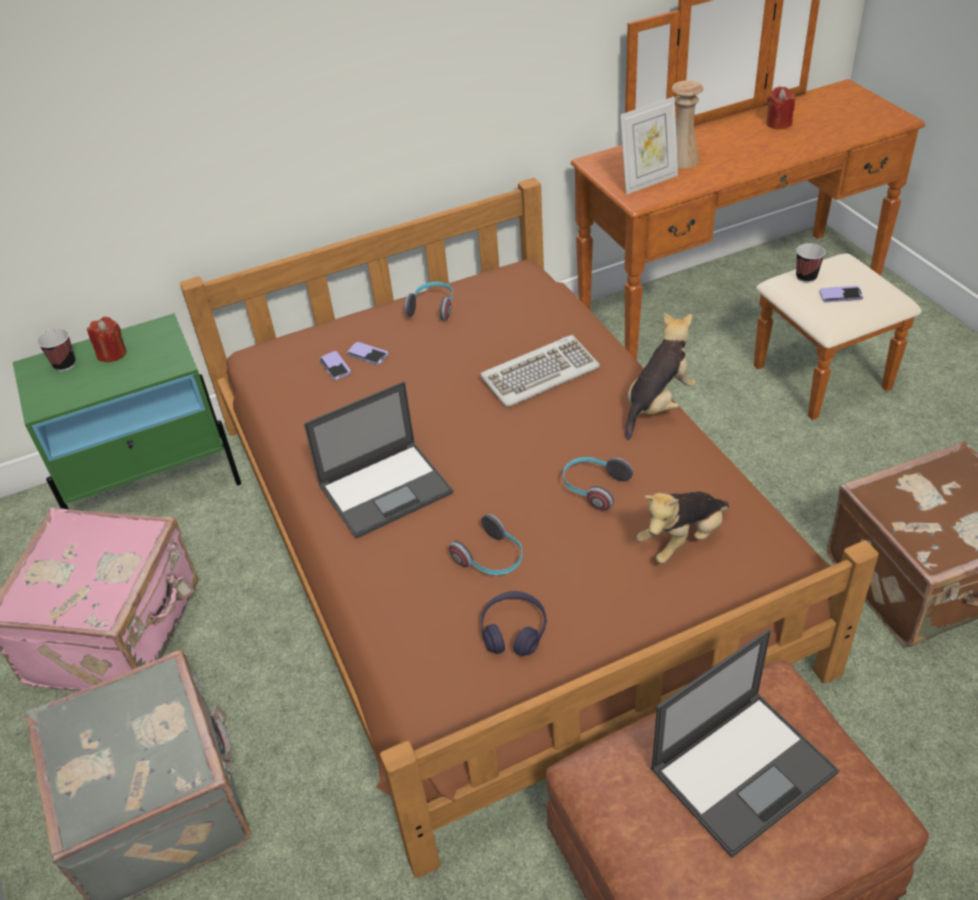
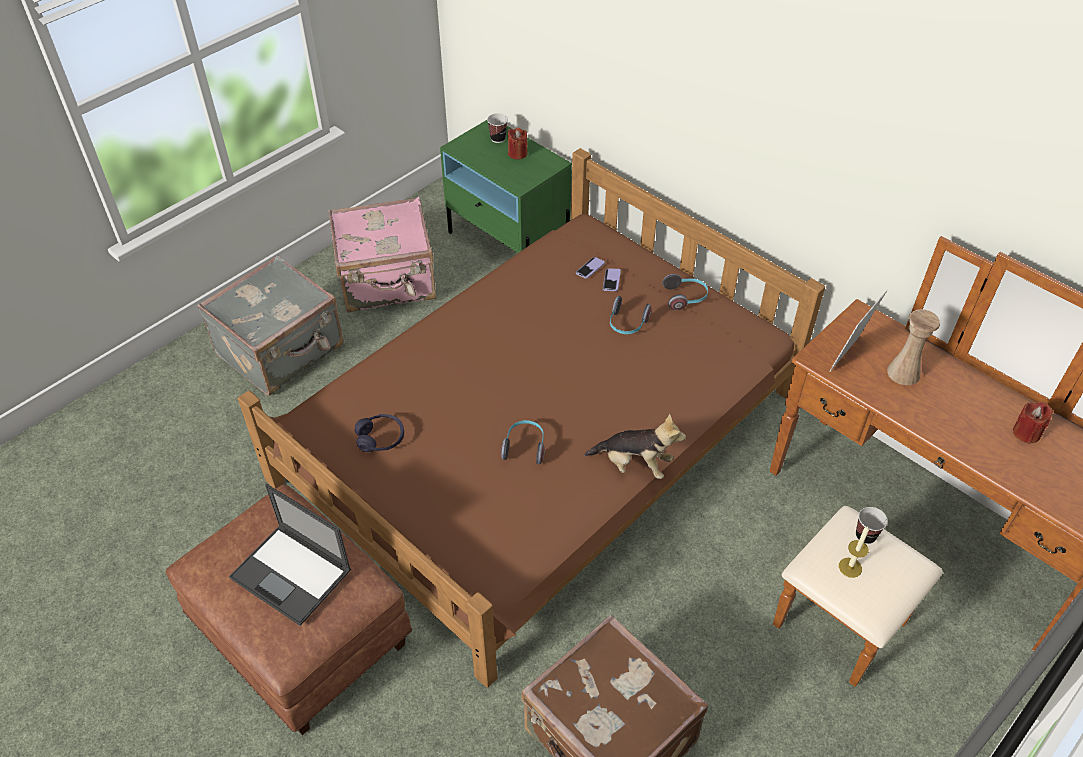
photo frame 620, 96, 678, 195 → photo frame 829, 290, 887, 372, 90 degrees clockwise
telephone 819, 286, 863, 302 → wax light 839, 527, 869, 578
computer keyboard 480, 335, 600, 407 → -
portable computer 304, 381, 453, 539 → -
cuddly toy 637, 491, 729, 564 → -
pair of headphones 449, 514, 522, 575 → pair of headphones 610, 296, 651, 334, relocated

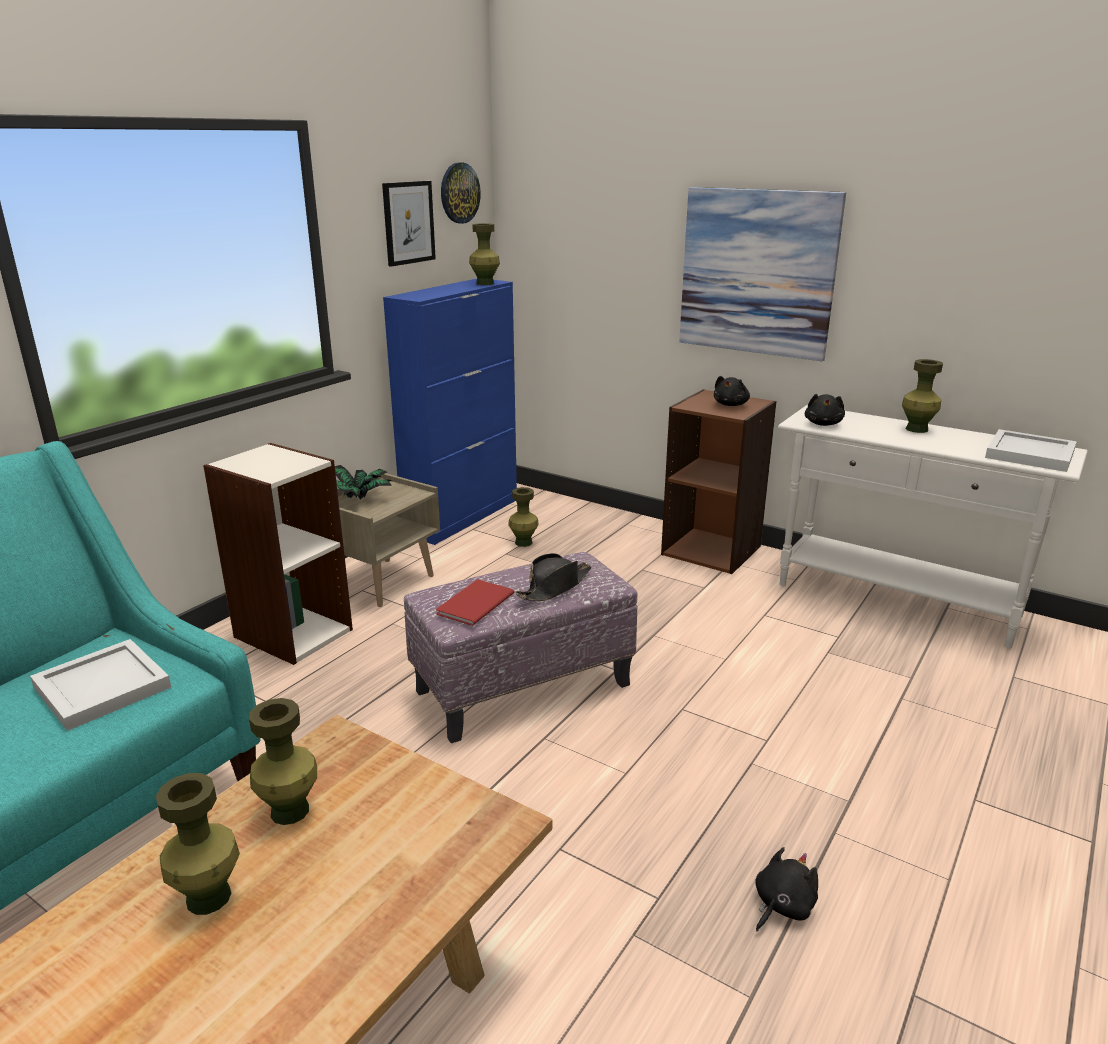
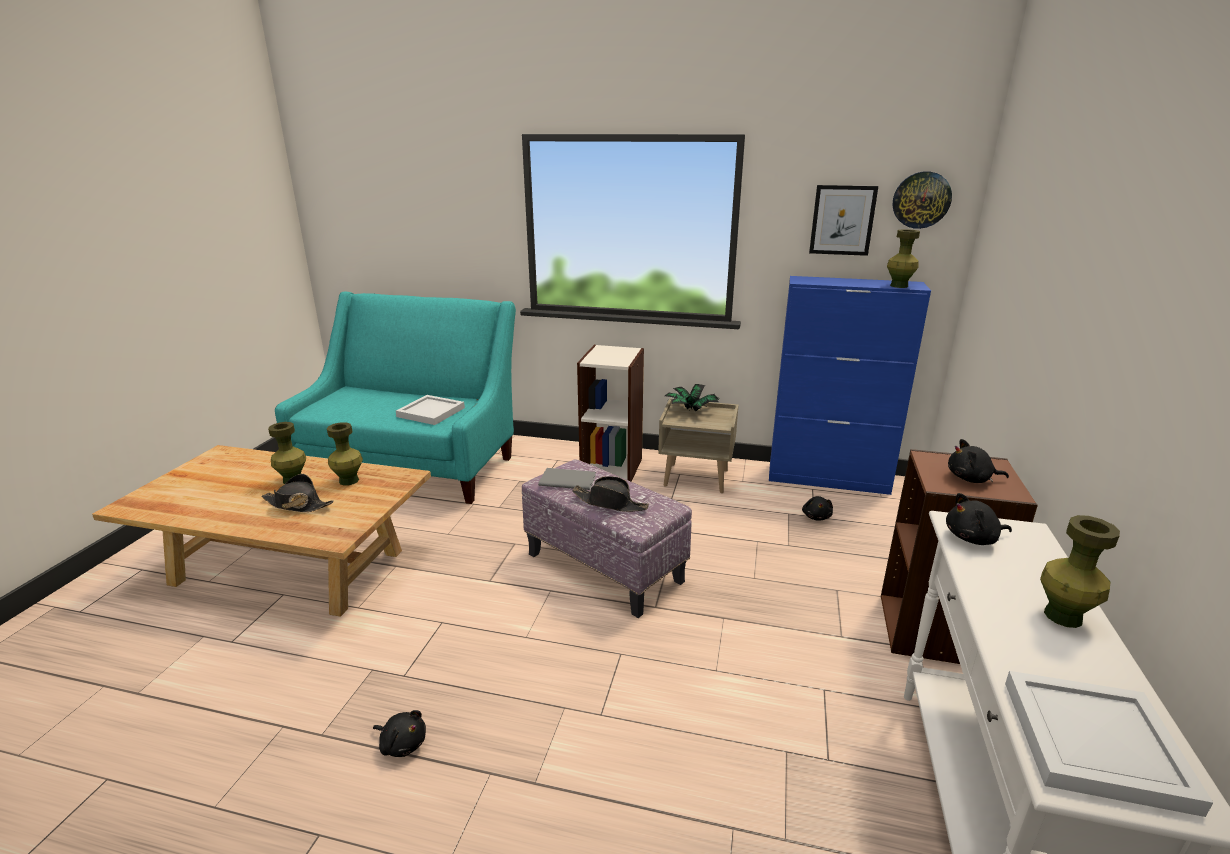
picture 679, 187, 846, 361 → -
decorative vase/greenish 508, 487, 539, 547 → cuddly toy/black 802, 496, 833, 521
volume/red 436, 580, 514, 626 → volume/grey 538, 468, 596, 490
- → hat/black 262, 474, 334, 512

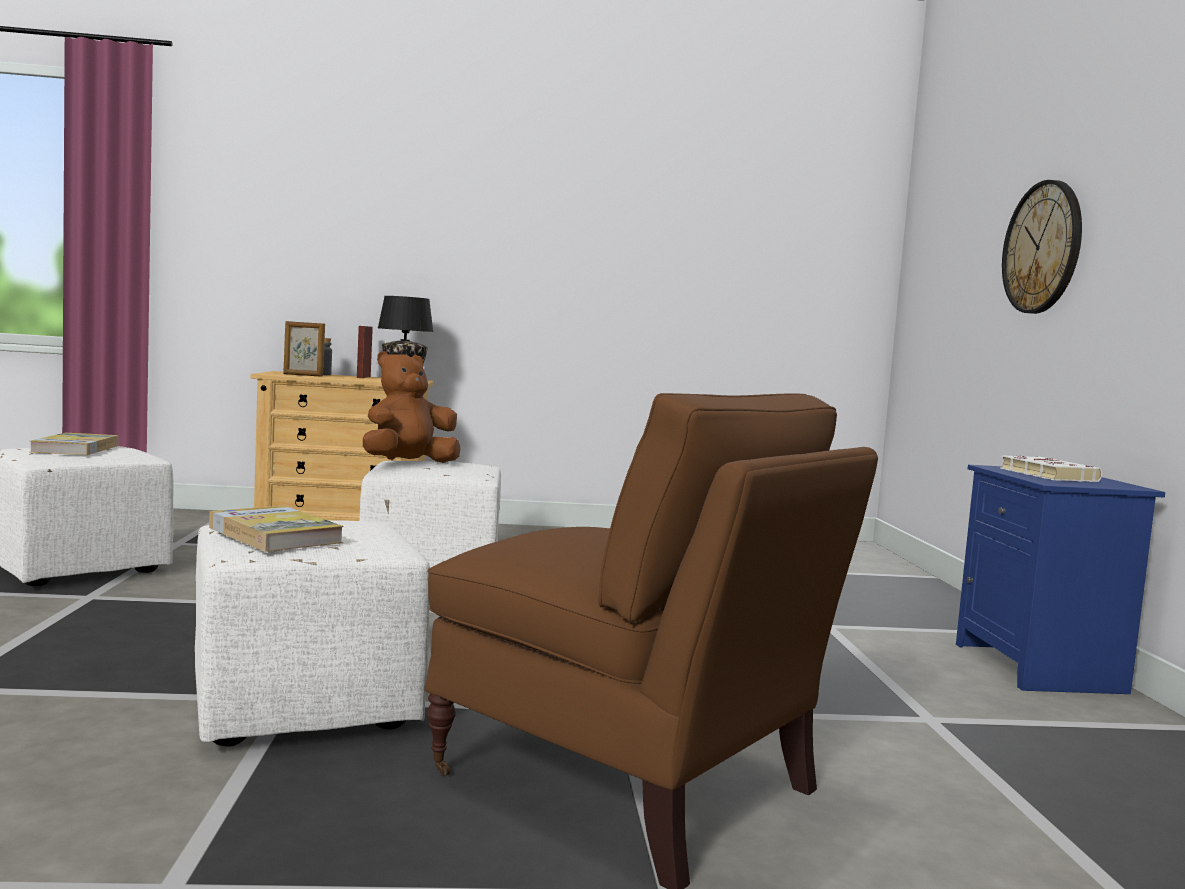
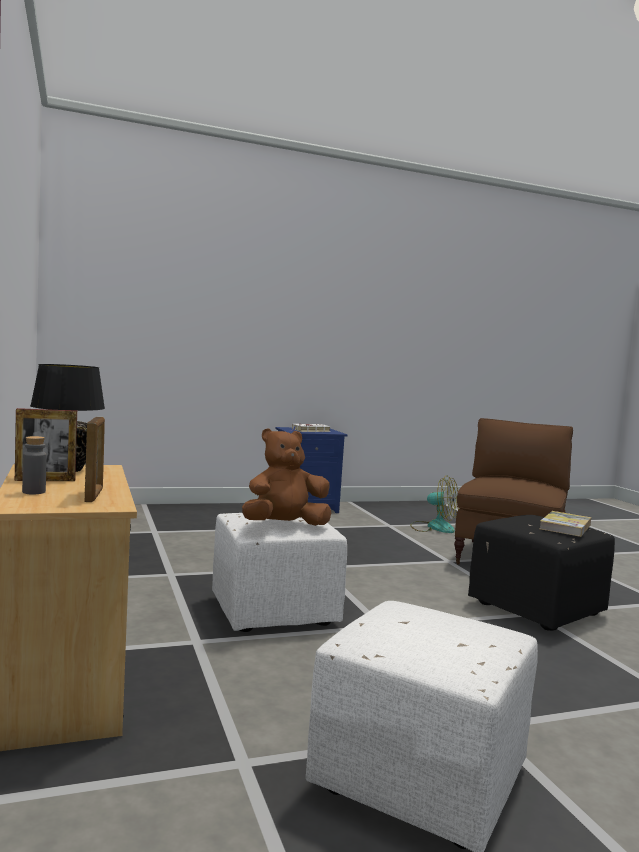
wall clock 1002, 180, 1082, 314 → -
cuddly toy/brown-coloured 363, 351, 460, 463 → cuddly toy/brown-coloured 242, 428, 331, 526, 120 degrees clockwise
volume 30, 433, 119, 455 → -
ottoman/white 195, 520, 430, 746 → ottoman/black 468, 515, 615, 631
- → fan 410, 476, 459, 533

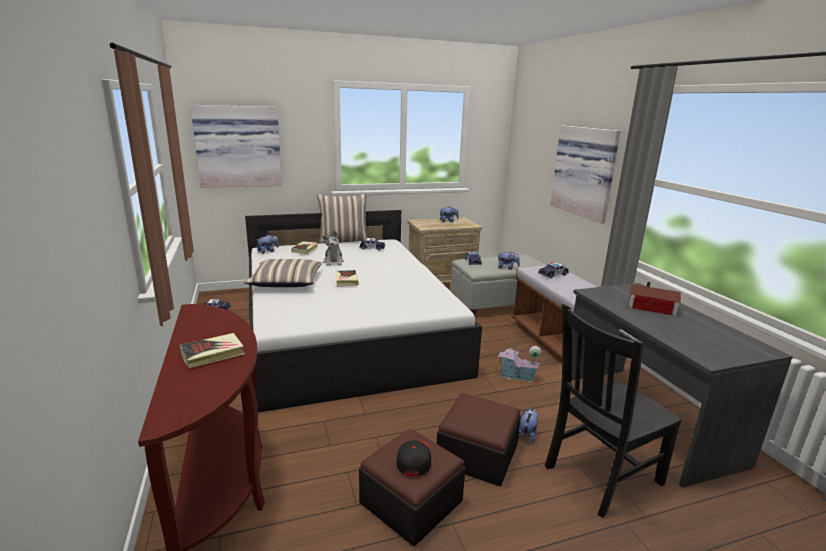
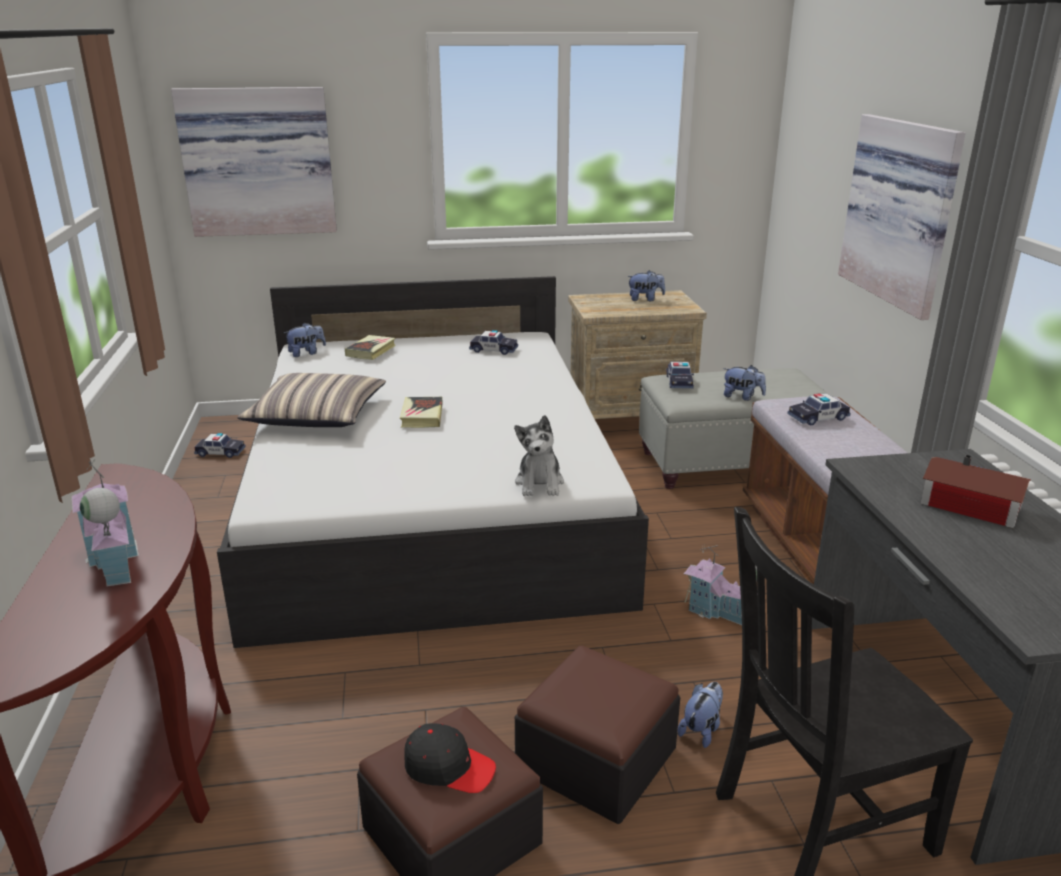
throw pillow 317, 194, 368, 244 → -
cuddly toy 322, 231, 344, 266 → cuddly toy 514, 415, 564, 496, relocated
volume 180, 333, 245, 368 → miniature house 72, 459, 139, 586
cap/black 396, 440, 431, 476 → cap/black 404, 723, 496, 793, 90 degrees clockwise

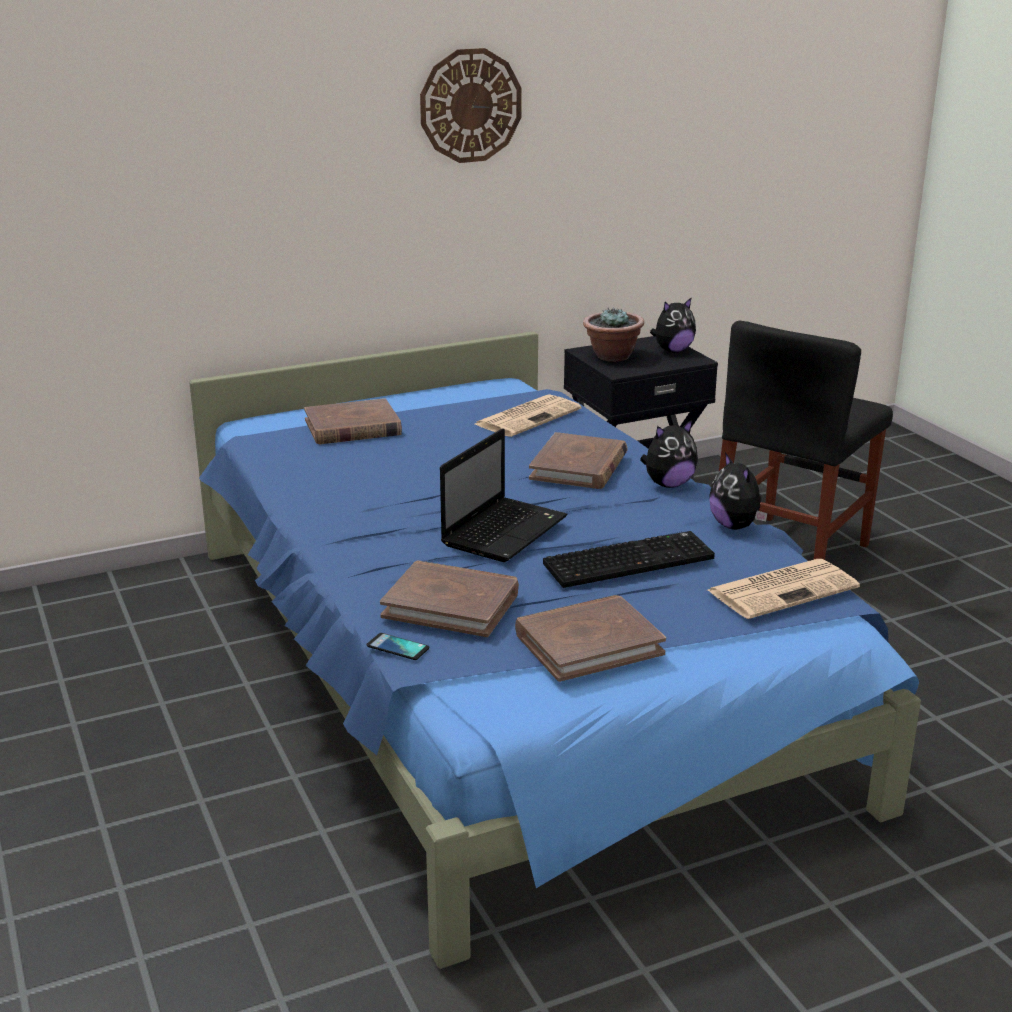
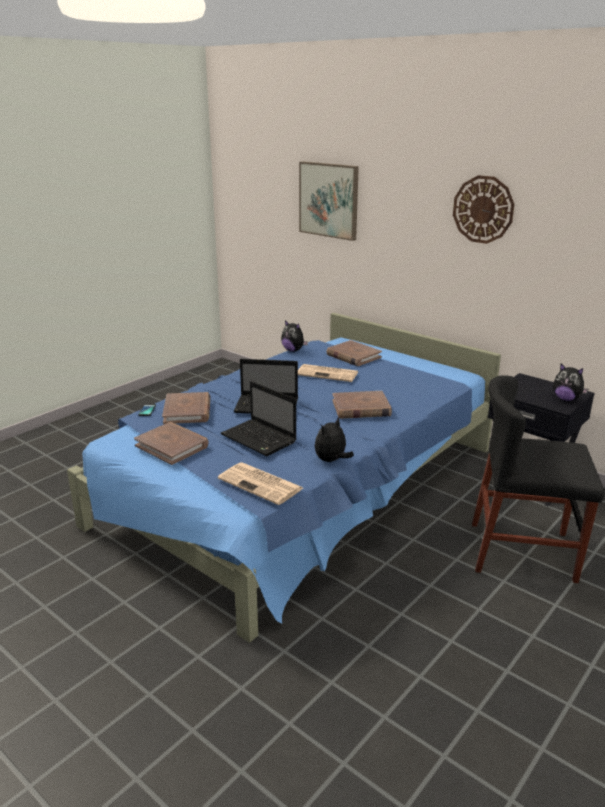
plant in a pot 583, 307, 644, 362 → -
printed paper 475, 394, 581, 437 → printed paper 298, 364, 358, 382, relocated
cuddly toy 640, 420, 698, 488 → cuddly toy 281, 320, 308, 352, relocated
computer keyboard 543, 531, 715, 588 → portable computer 221, 381, 297, 456
- → picture 299, 161, 359, 241

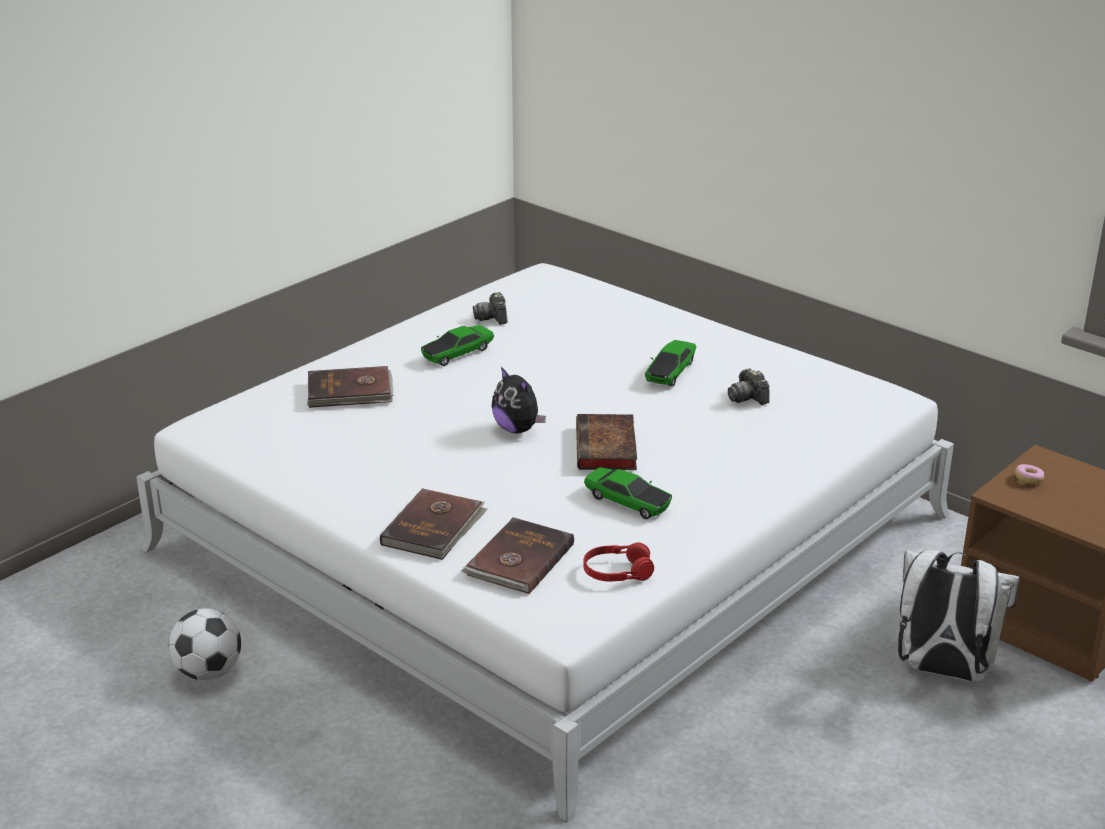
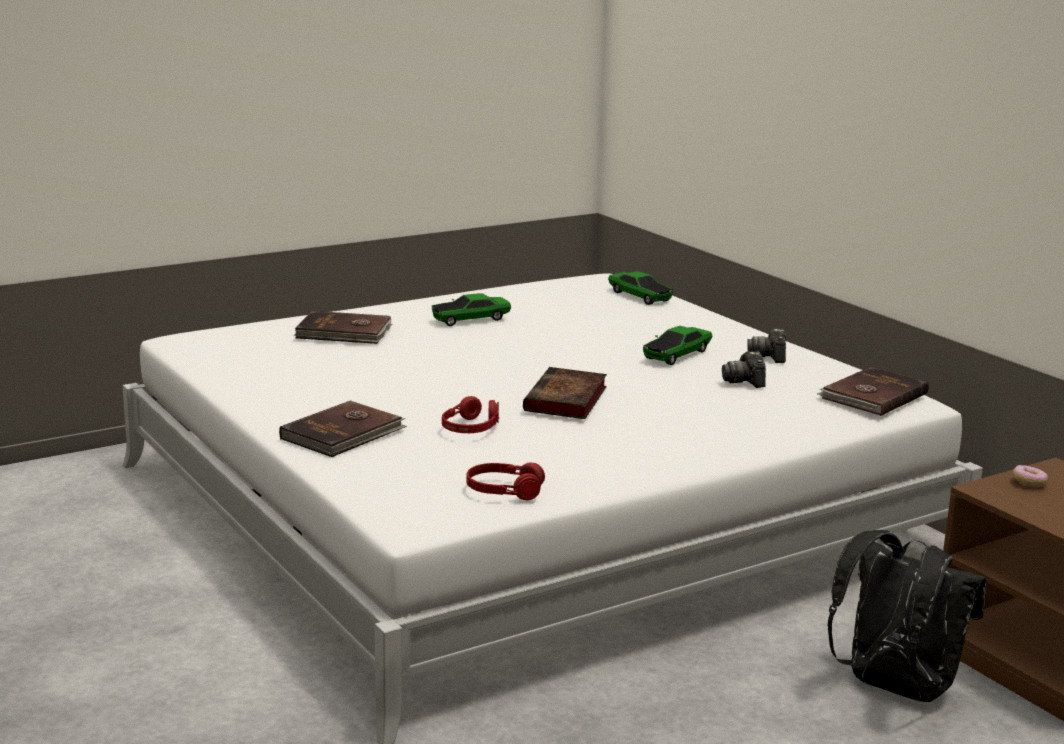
photo camera 473, 292, 508, 325 → photo camera 747, 329, 786, 363, relocated
cuddly toy 492, 367, 546, 433 → -
toy car 584, 467, 672, 519 → toy car 608, 271, 673, 305, relocated
volume/brown-coloured 461, 517, 574, 594 → volume/brown-coloured 817, 367, 929, 416, relocated
knapsack/white 898, 550, 1019, 681 → knapsack/black 828, 530, 986, 702
football 169, 608, 241, 680 → -
- → pair of headphones/red 442, 396, 499, 433

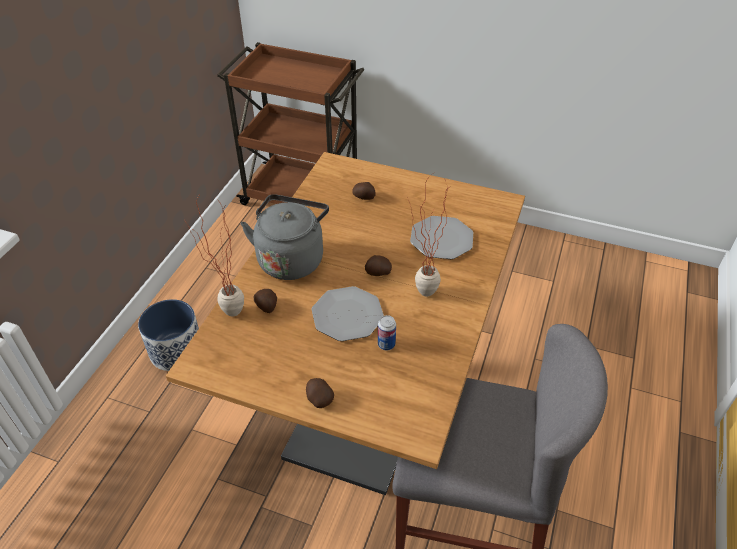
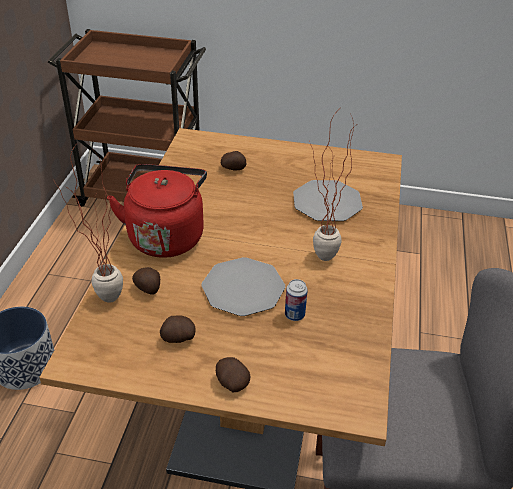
kettle/grey 241, 194, 329, 280 → kettle/red 107, 164, 207, 258
whole potato 365, 255, 392, 276 → whole potato 160, 315, 196, 343, relocated

